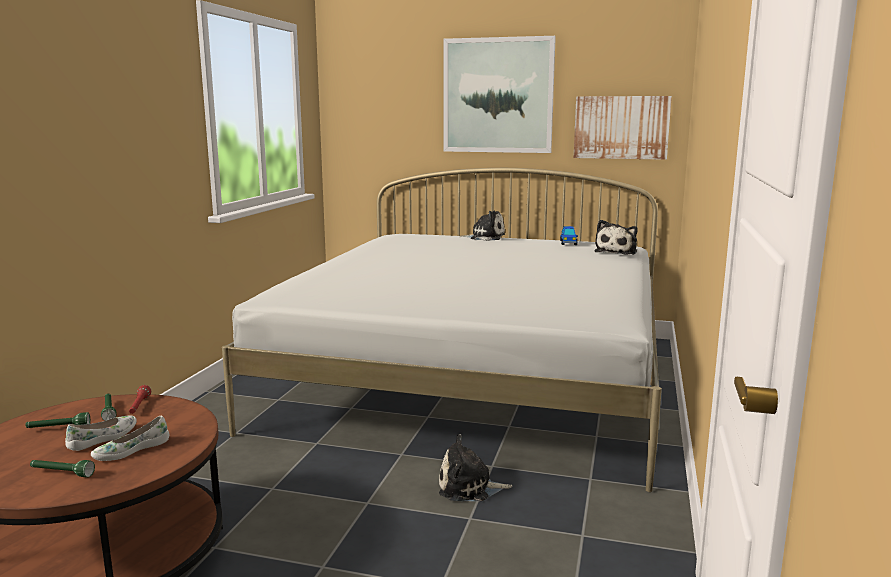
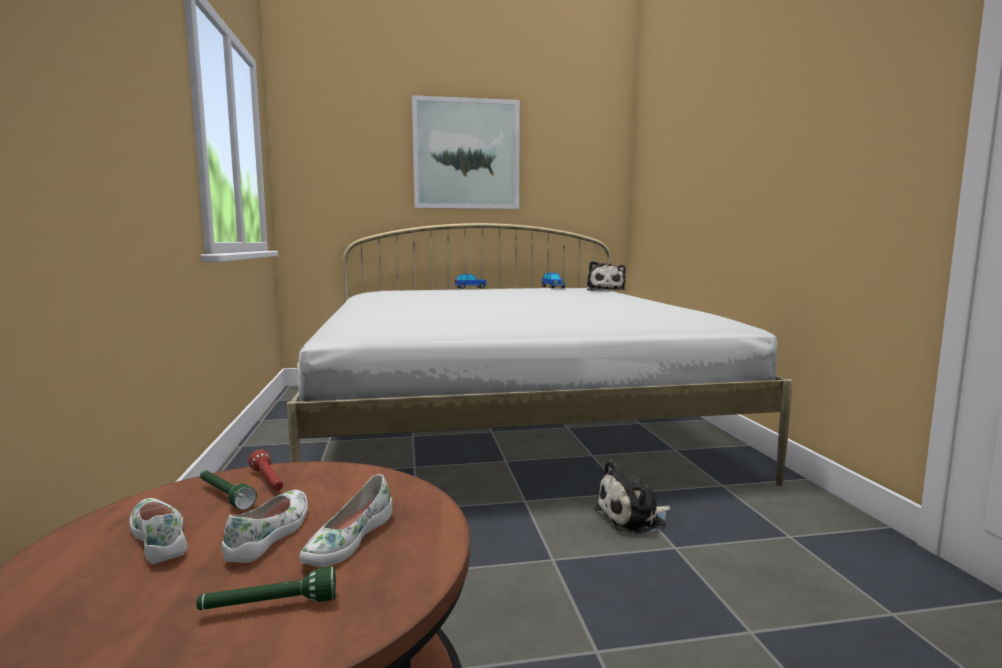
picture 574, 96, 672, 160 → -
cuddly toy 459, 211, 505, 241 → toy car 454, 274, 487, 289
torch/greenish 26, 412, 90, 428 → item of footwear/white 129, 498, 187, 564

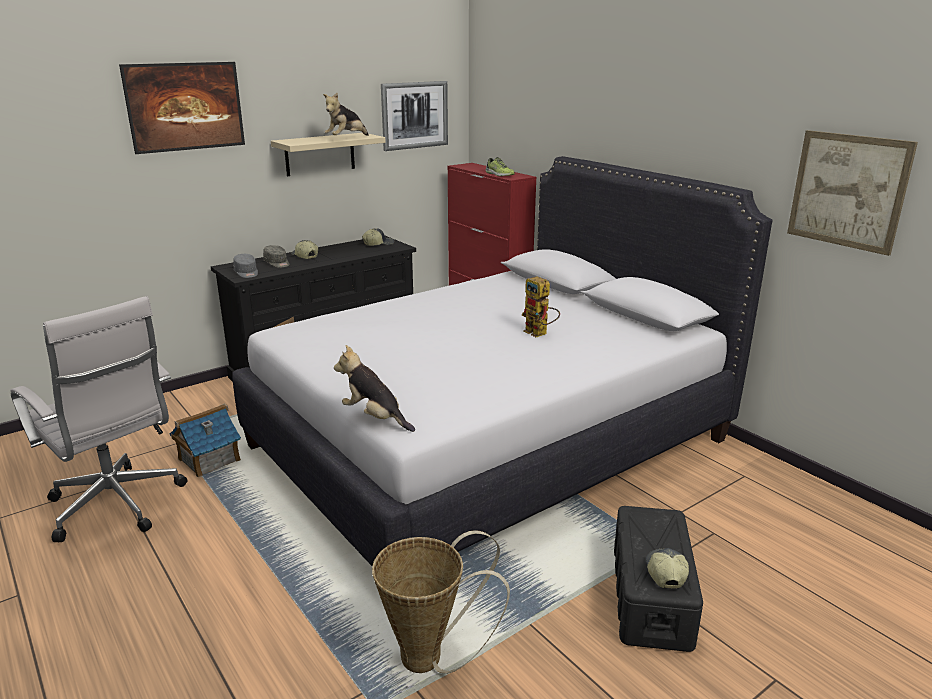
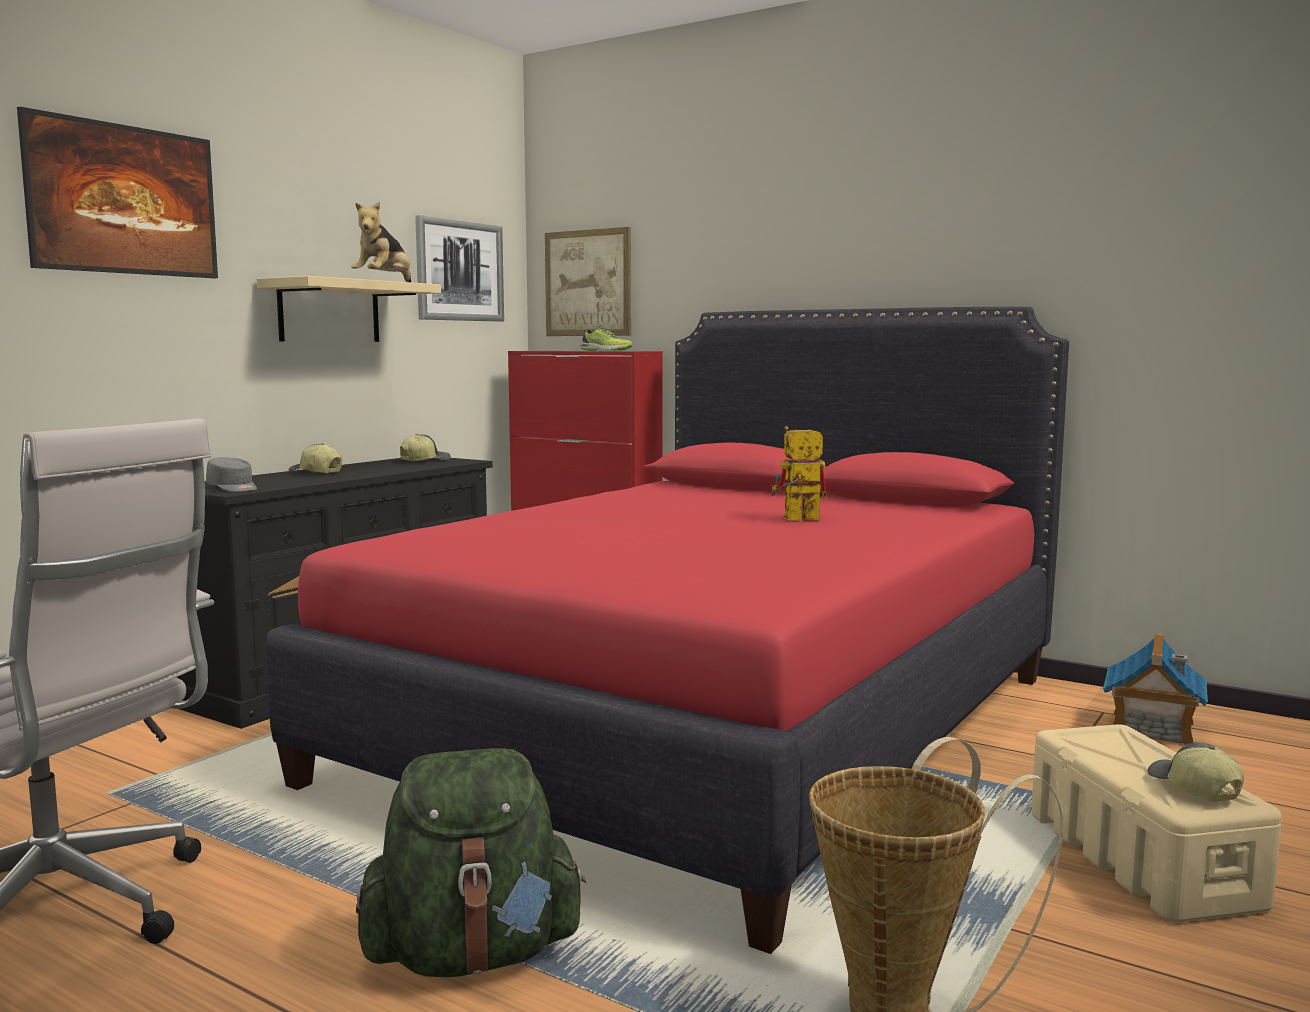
picture 787, 130, 918, 256 → picture 545, 227, 631, 336, relocated
bed/white 233, 156, 772, 566 → bed/red 266, 307, 1069, 954
cap/grey 263, 245, 289, 268 → -
toy robot 522, 276, 560, 337 → toy robot 771, 426, 828, 521, 135 degrees clockwise
cuddly toy 334, 345, 415, 432 → -
miniature house 169, 404, 241, 478 → miniature house 1103, 634, 1208, 746, relocated
storage container/black 614, 506, 703, 652 → storage container/beige 1031, 724, 1282, 923
- → knapsack/greenish 356, 748, 586, 977

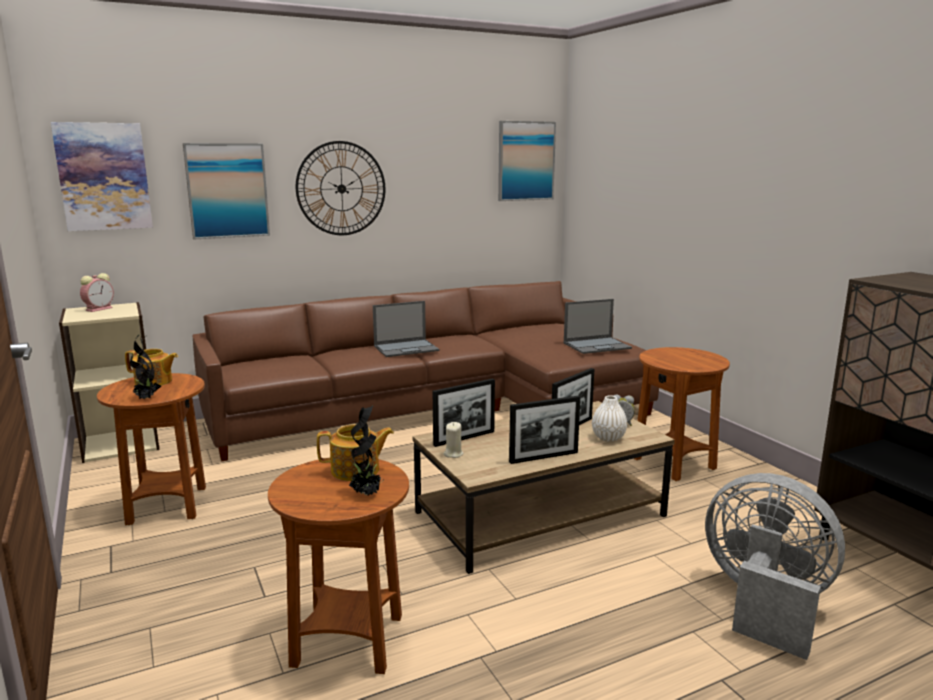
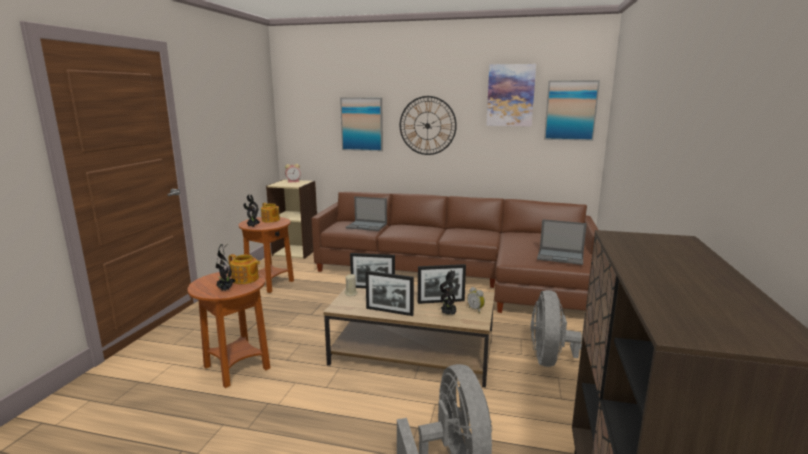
picture 51, 122, 153, 231 → picture 486, 64, 536, 127, relocated
portable computer 373, 301, 440, 357 → portable computer 345, 196, 387, 231, relocated
side table/brown-coloured 633, 347, 730, 481 → fan/grey 531, 290, 585, 367
decorative vase/white 592, 395, 627, 442 → plant in a pot 440, 270, 460, 315

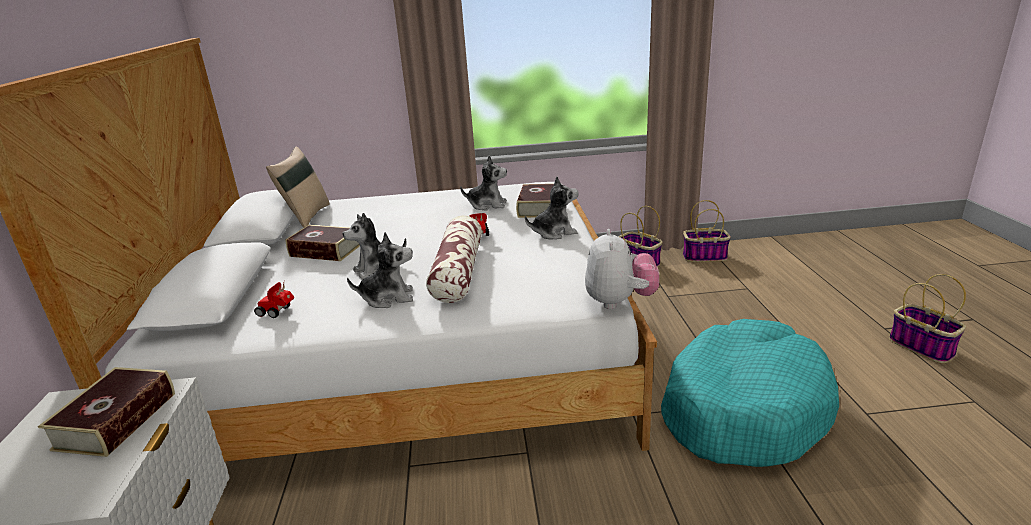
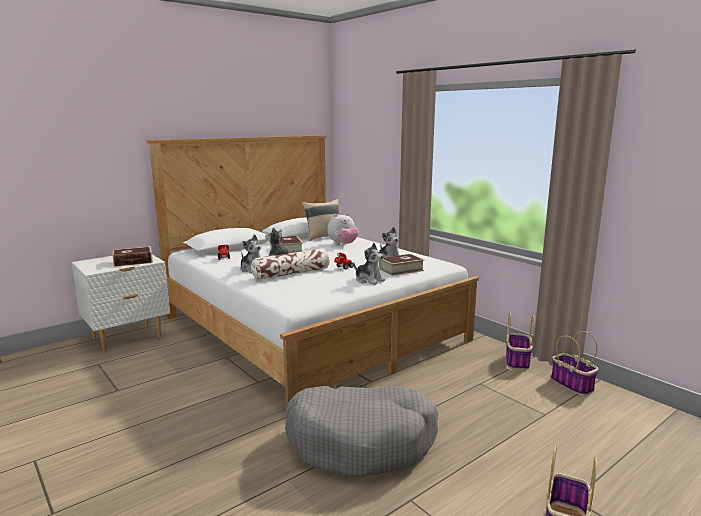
cuddly toy 585, 229, 659, 309 → cuddly toy 327, 213, 359, 245, relocated
dog bed/turquoise-coloured 661, 319, 839, 467 → dog bed/grey 285, 386, 438, 477

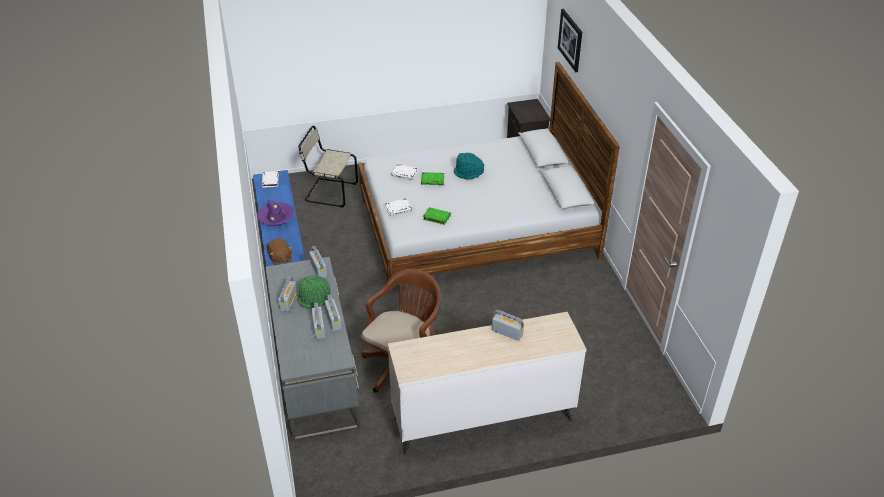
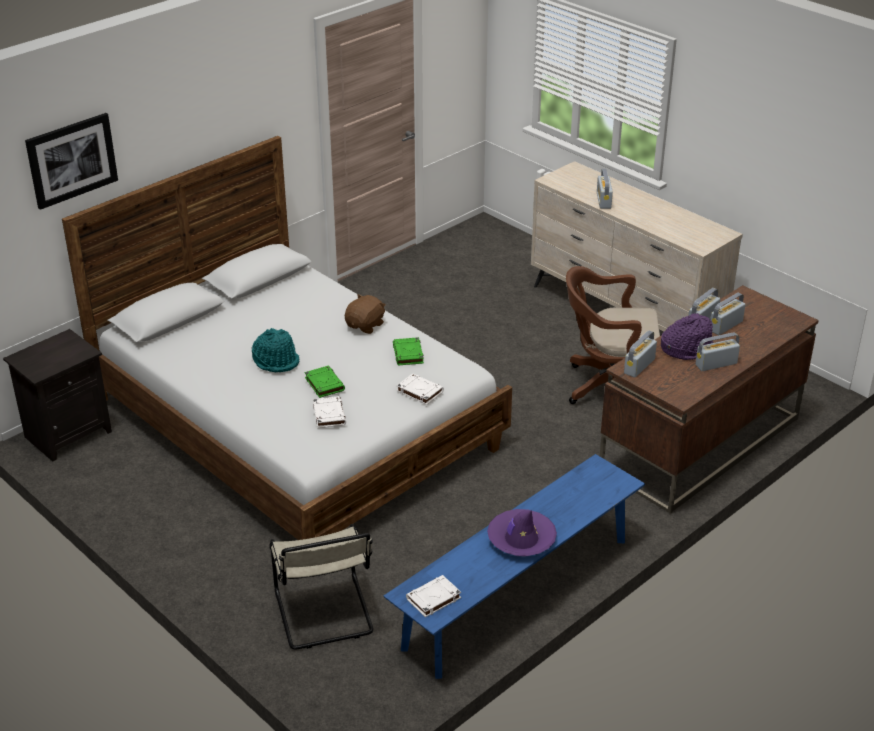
cuddly toy/brown-coloured 267, 238, 293, 265 → cuddly toy/brown-coloured 345, 294, 386, 334, relocated
desk unit/grey 265, 257, 360, 441 → desk unit/brown-coloured 600, 285, 819, 514
hat/greenish 297, 275, 331, 309 → hat/purple-coloured 661, 313, 714, 360

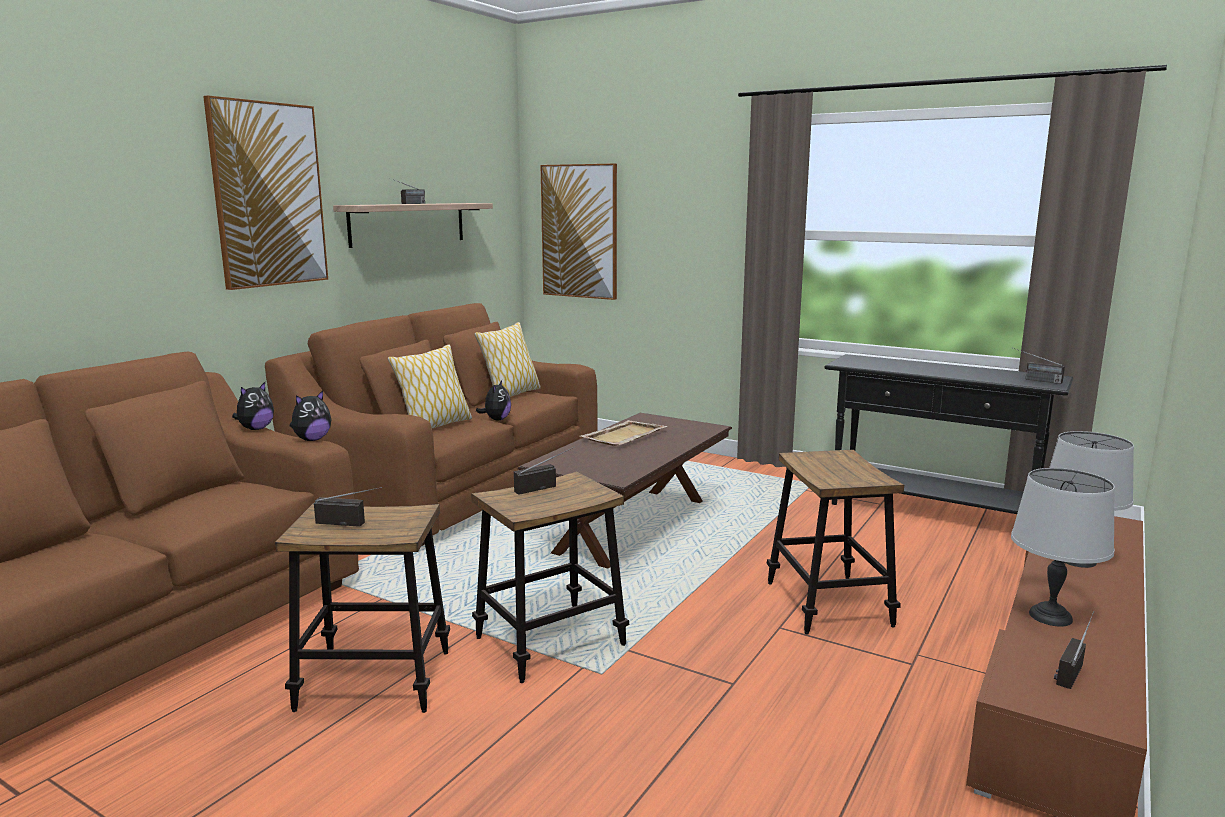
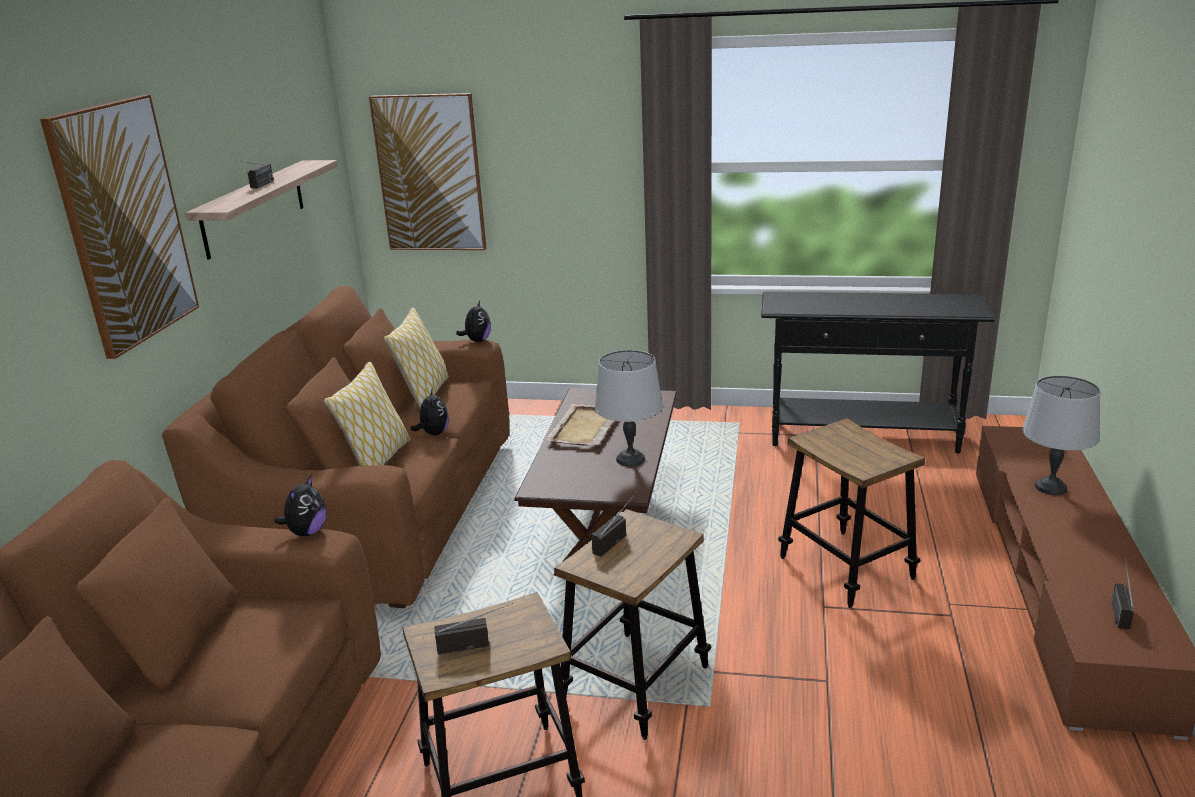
radio set 1016, 349, 1065, 384 → -
cuddly toy 232, 382, 274, 430 → cuddly toy 456, 301, 491, 342, relocated
tabletop lamp/grey 1011, 468, 1115, 627 → tabletop lamp/grey 595, 350, 663, 467, relocated

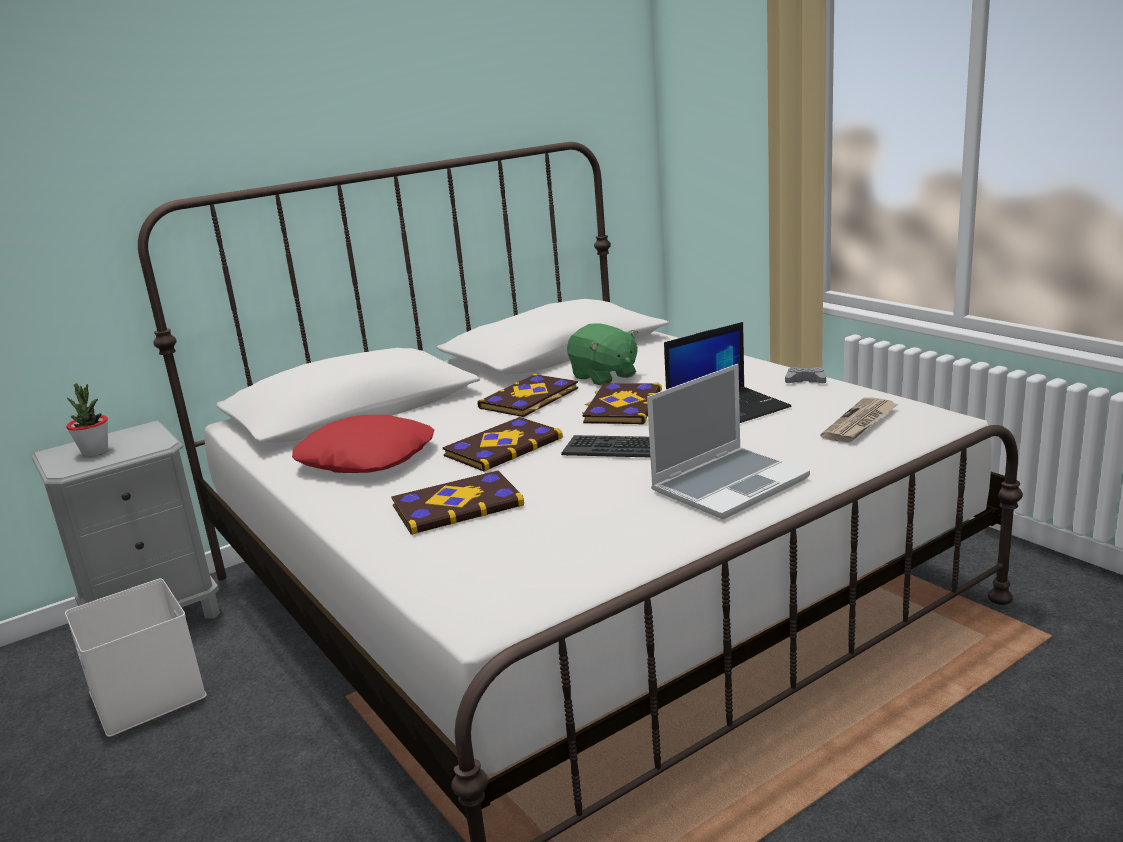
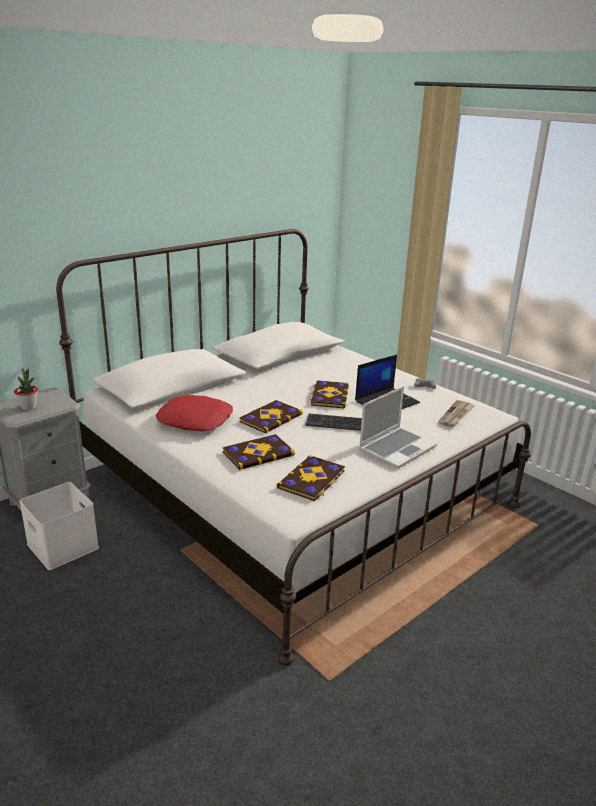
cuddly toy/greenish 567, 323, 638, 385 → -
volume 477, 374, 578, 417 → volume 277, 455, 345, 501, relocated

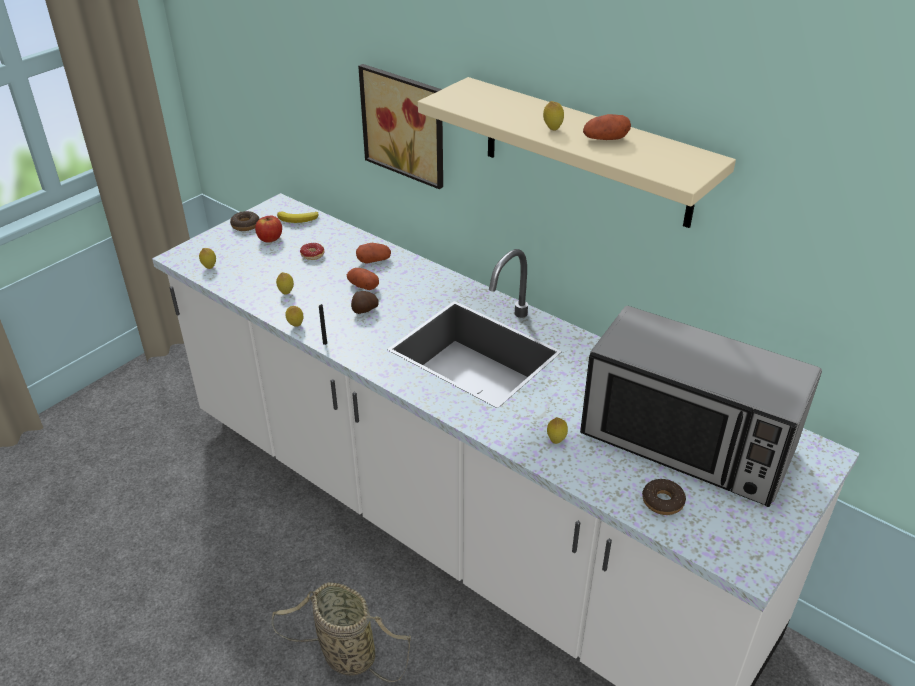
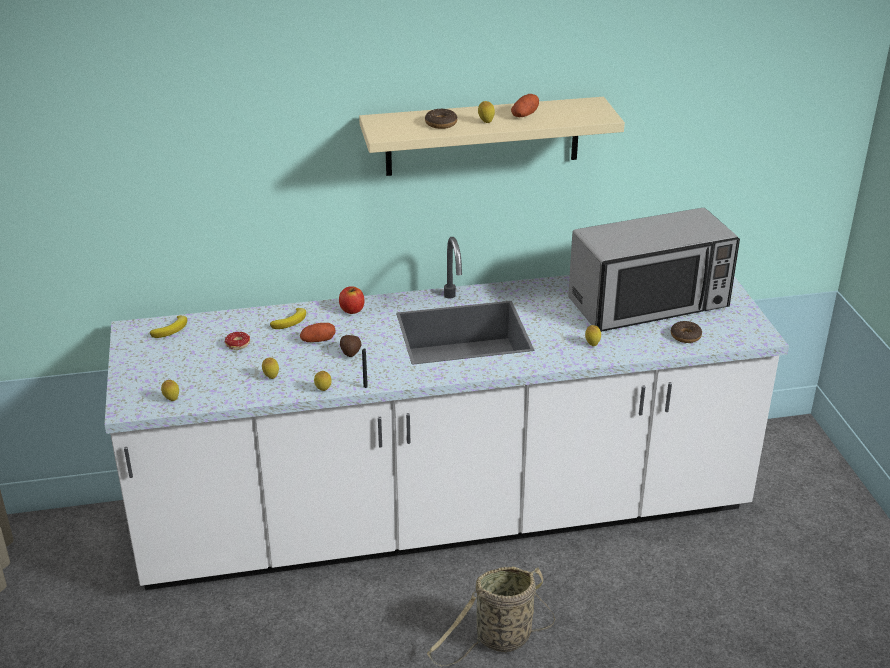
picture 358, 64, 443, 189 → -
doughnut 230, 211, 259, 231 → doughnut 425, 109, 457, 129, relocated
apple 255, 216, 282, 242 → apple 339, 286, 365, 314, relocated
whole potato 356, 243, 391, 264 → banana 270, 308, 306, 329

